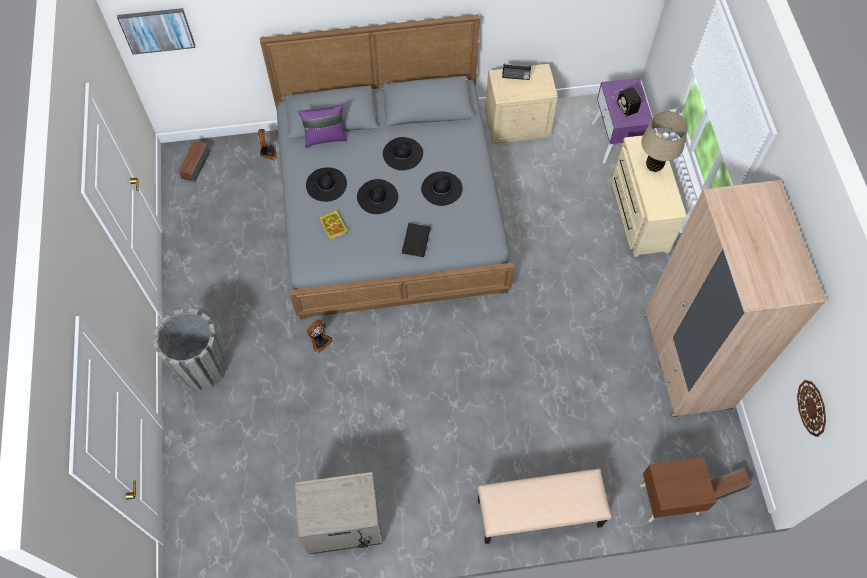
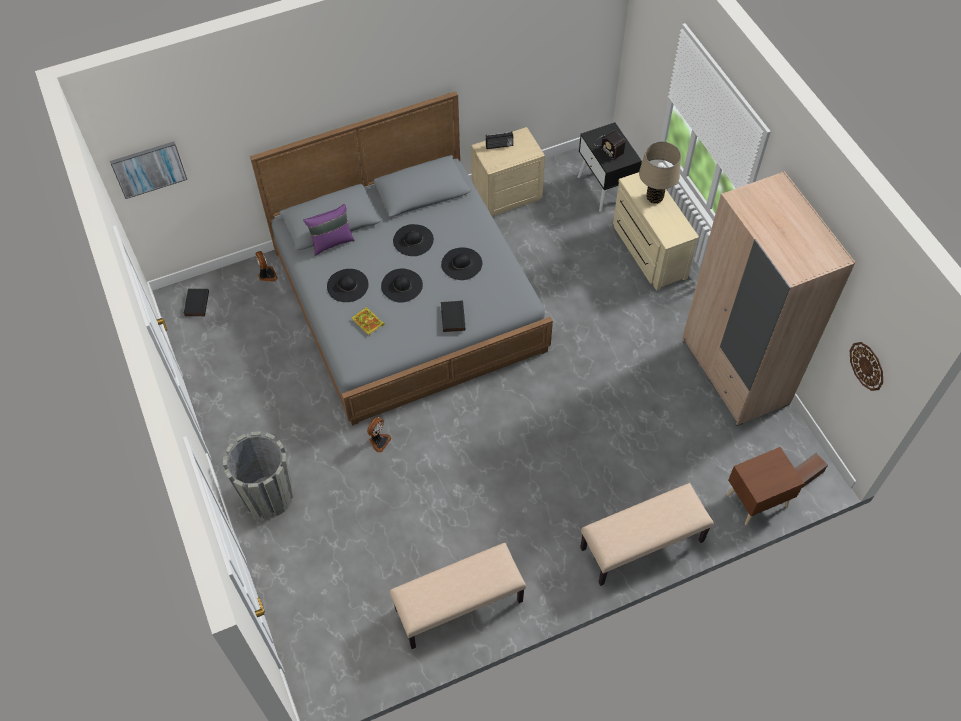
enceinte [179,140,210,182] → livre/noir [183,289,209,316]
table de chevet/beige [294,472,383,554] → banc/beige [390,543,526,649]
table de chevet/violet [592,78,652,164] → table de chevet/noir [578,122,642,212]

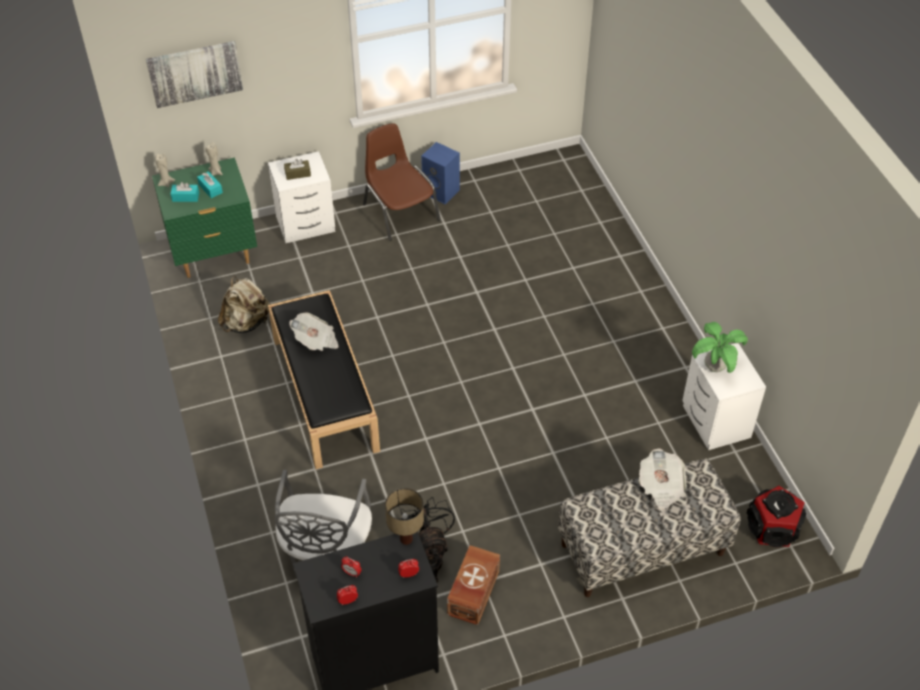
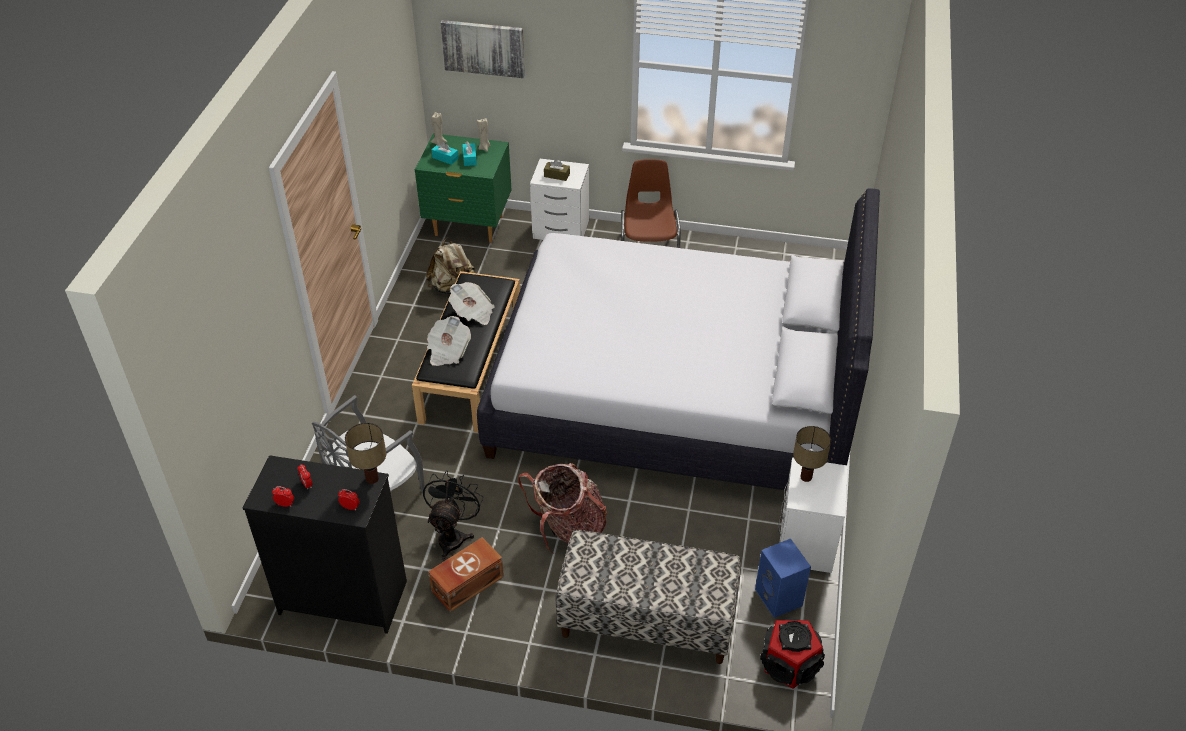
- → lit/blanc [477,188,880,491]
- → sac à dos [518,463,607,554]
enceinte/bleu [421,142,460,204] → enceinte/bleu [755,539,811,618], relocated
journal [639,448,686,510] → journal [427,316,471,366], relocated
plante en pot [692,322,748,373] → lampe de table [793,426,831,482]

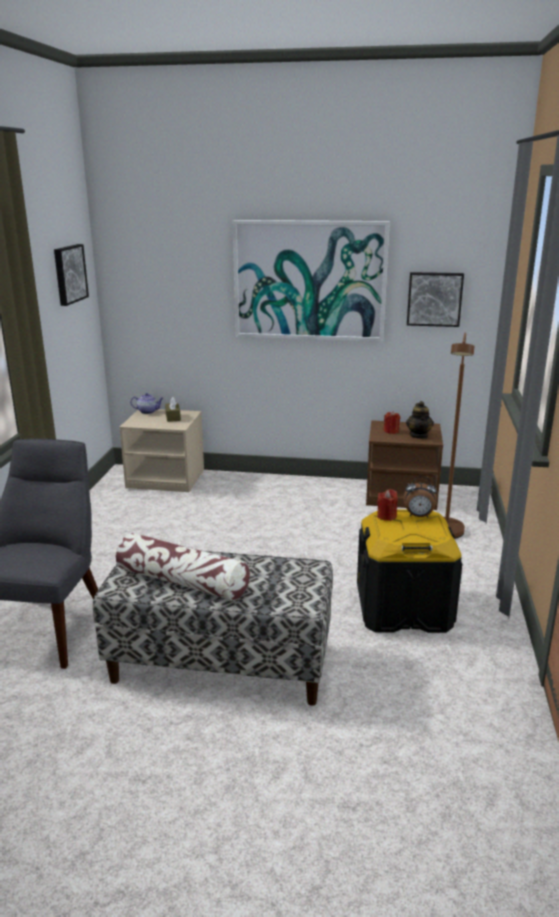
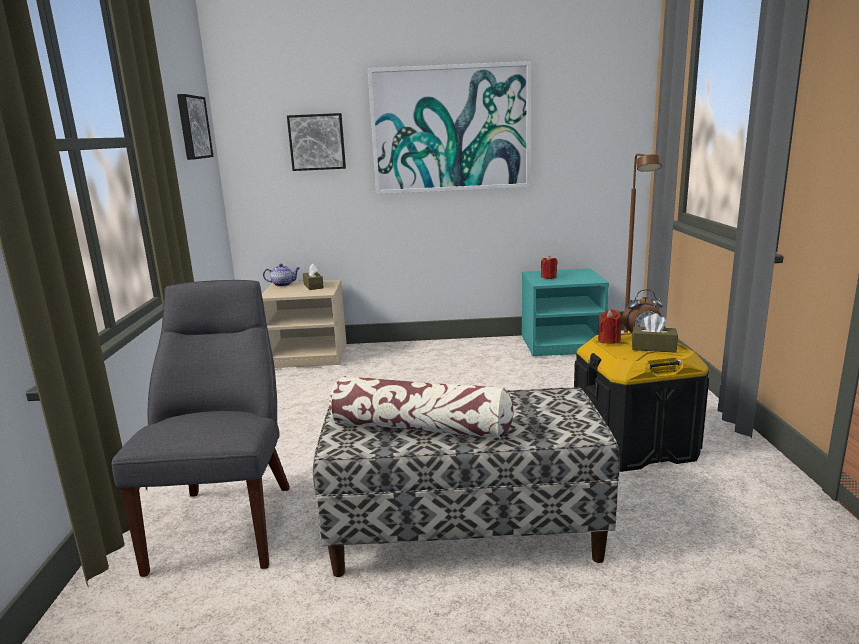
théière [406,401,434,439] → -
- → boîte à mouchoirs/marron [632,313,678,353]
tableau [407,272,464,327] → tableau [287,113,346,171], relocated
table de chevet/marron [366,420,443,510] → table de chevet/turquoise [522,268,609,356]

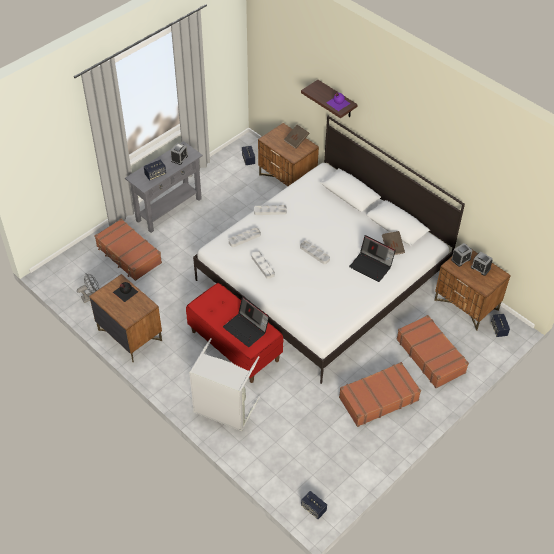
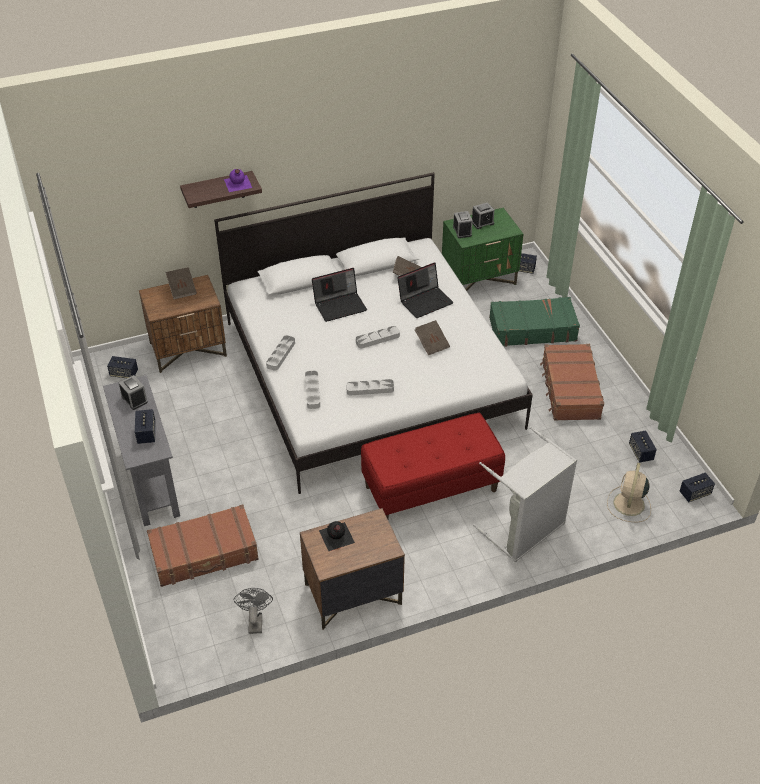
- → livre/marron [415,320,450,355]
- → ventilateur/beige [607,463,651,522]
- → enceinte [629,431,657,463]
ordinateur portable [223,296,269,347] → ordinateur portable [312,268,367,322], relocated
valise/marron [396,315,469,388] → valise/vert [489,297,580,346]
table de chevet/marron [434,250,511,331] → table de chevet/vert [442,208,523,291]

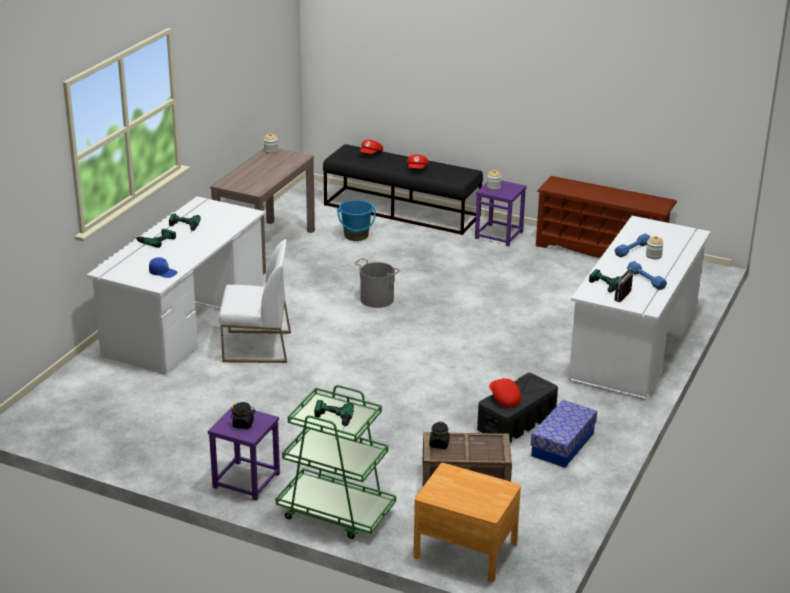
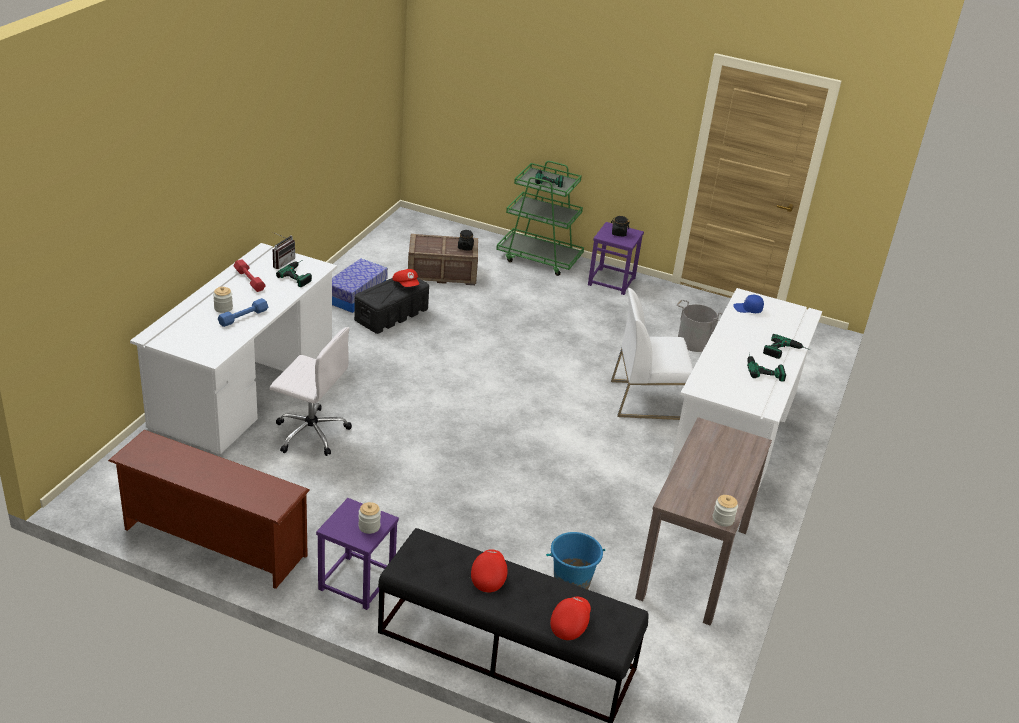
table de chevet/marron [413,463,521,582] → -
- → chaise de bureau/blanc [270,327,352,456]
seau/gris [354,258,400,308] → seau/gris [677,300,723,352], relocated
haltère/bleu [627,261,667,290] → haltère/rouge [234,259,266,292]

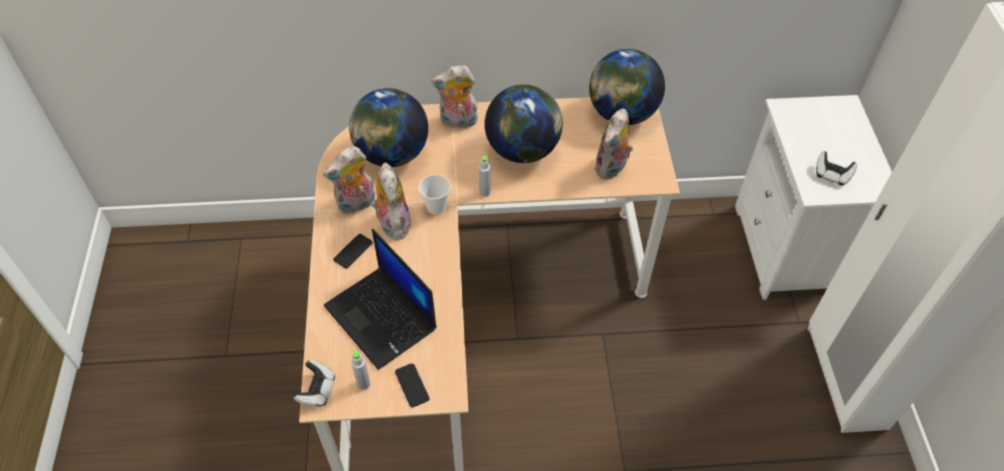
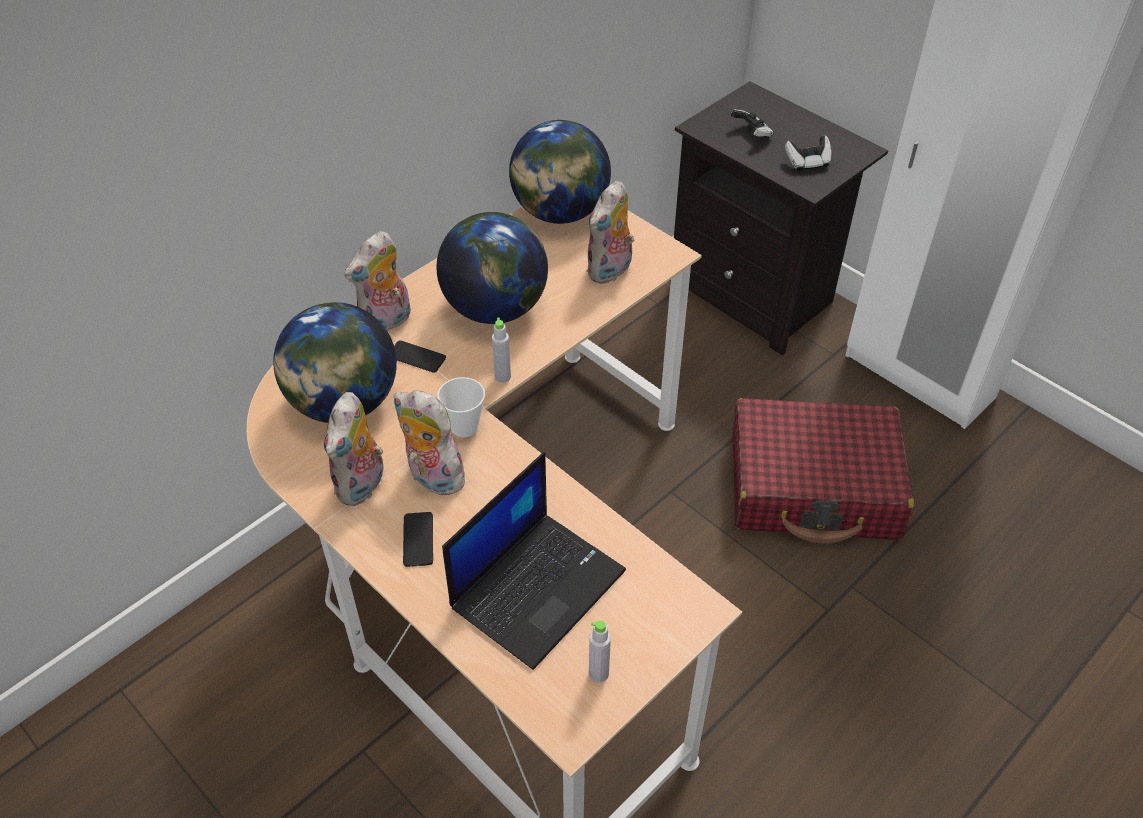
- → valise/rouge [732,398,915,544]
manette [294,360,335,407] → manette [730,109,773,138], relocated
téléphone [395,363,429,407] → téléphone [394,340,446,373], relocated
table de chevet/blanc [735,95,892,300] → table de chevet/noir [670,81,888,355]
ordinateur portable [324,229,436,370] → ordinateur portable [442,452,626,670], 60 degrees counterclockwise
peluche [594,108,633,180] → peluche [586,181,639,284], 45 degrees clockwise

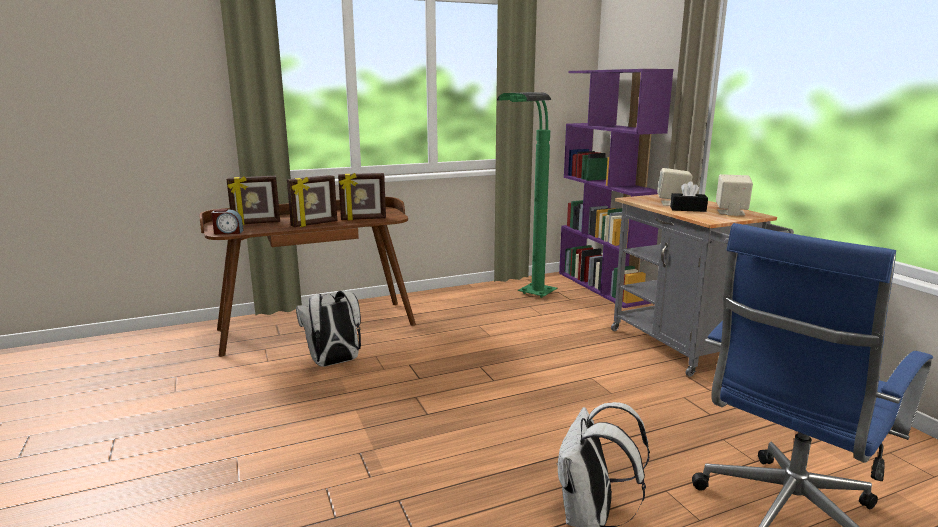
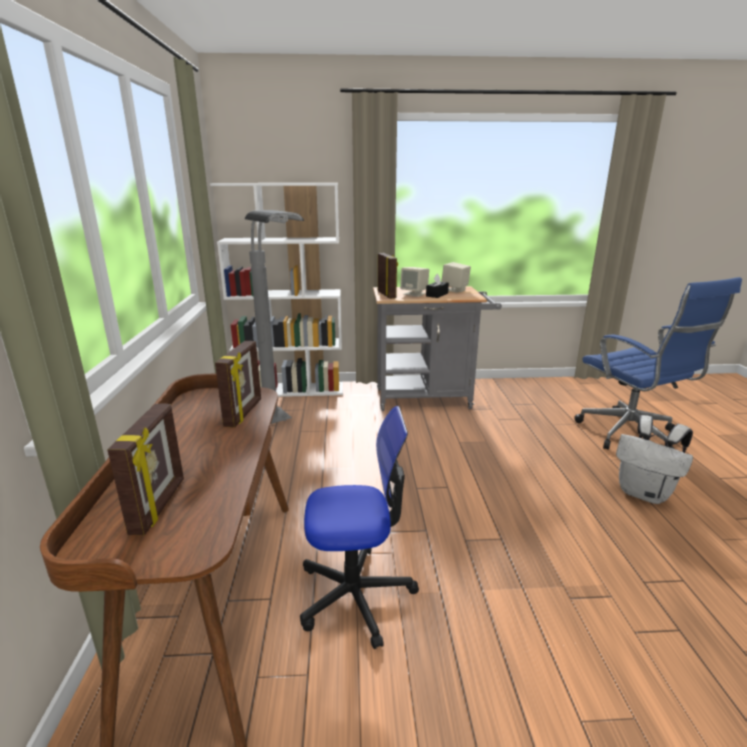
réveil [211,209,243,234] → -
cadre photo [287,175,337,227] → cadre photo [378,253,398,299], relocated
sac à dos/blanc [296,290,361,367] → chaise de bureau [300,406,419,649]
lampadaire/vert [496,92,557,298] → lampadaire/gris [245,210,304,424]
bibliothèque/violet [559,69,674,308] → bibliothèque/blanc [210,183,343,397]

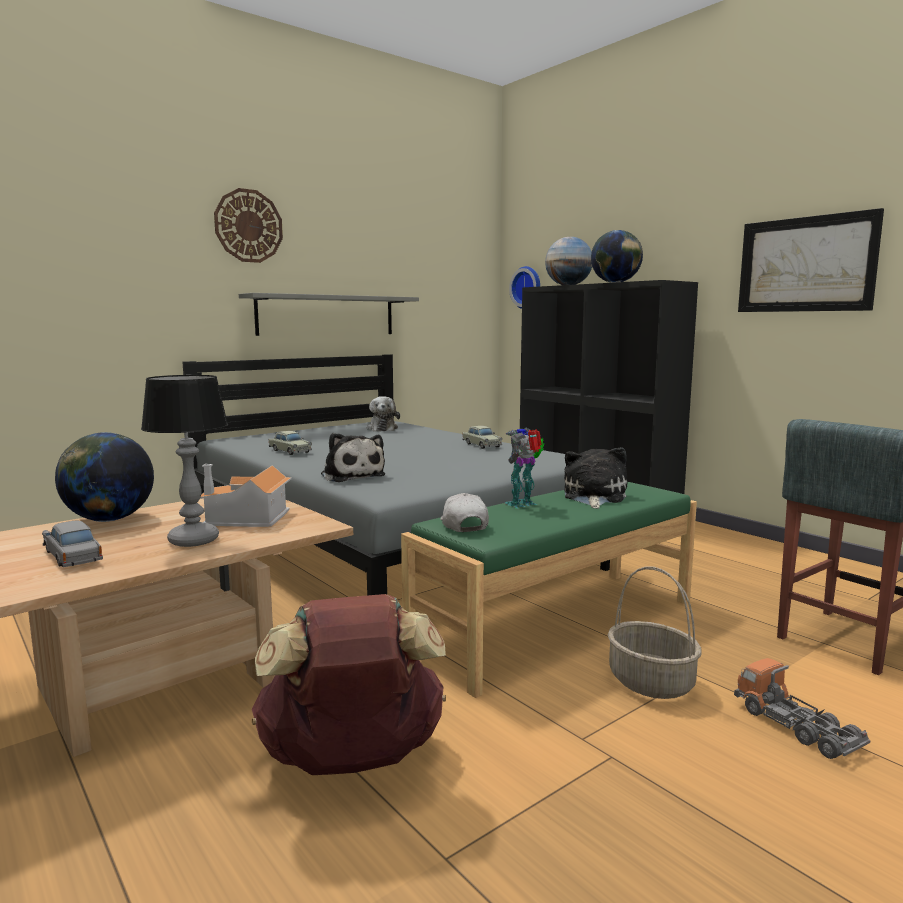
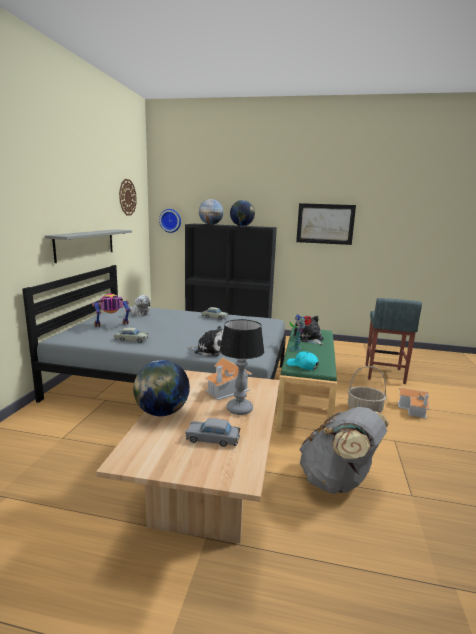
- → robot jouet [92,294,131,327]
horloge murale [214,188,283,263] → horloge murale [119,179,137,215], relocated
camion jouet [734,658,871,759] → maison miniature [398,387,430,419]
sac à dos/marron [252,594,446,775] → sac à dos/gris [299,407,389,494]
casquette/blanc [440,493,489,532] → casquette/turquoise [287,351,319,370]

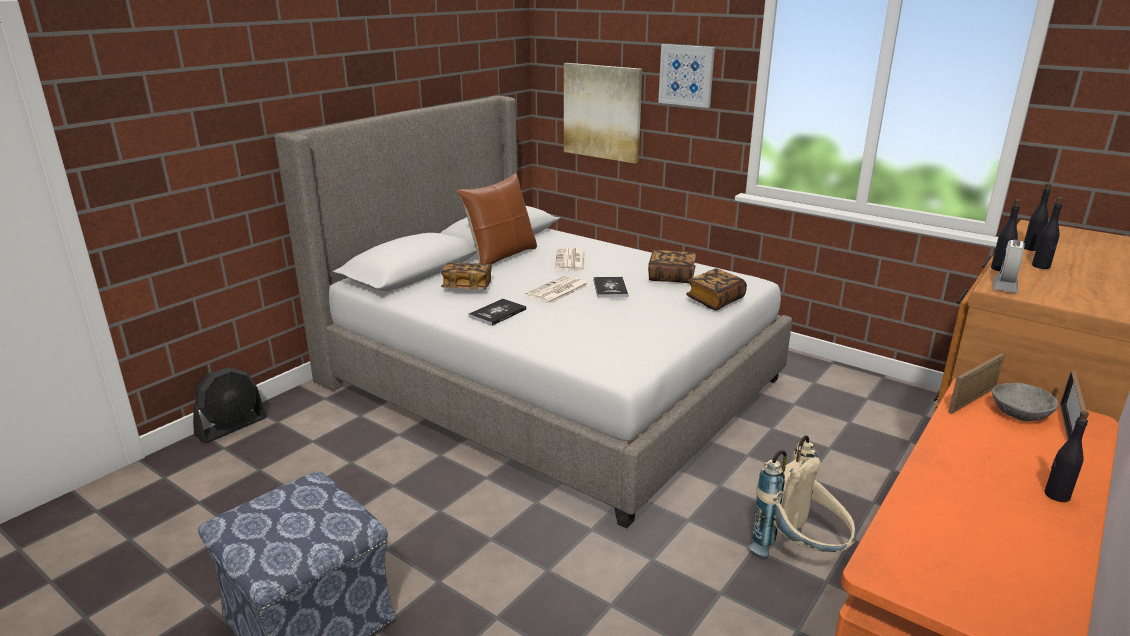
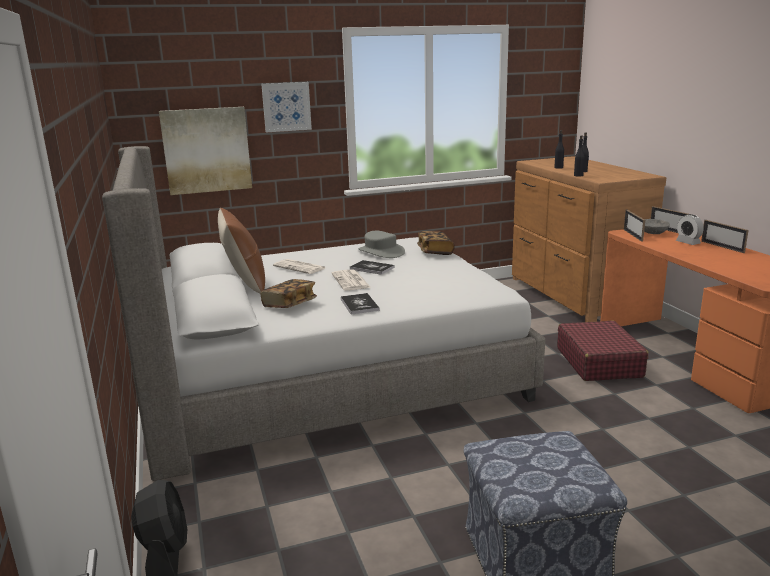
réveil [993,239,1025,293] → réveil [676,214,704,245], relocated
livre [648,250,696,283] → chapeau/gris [358,231,405,258]
sac à dos/beige [748,436,856,557] → valise/rouge [557,320,649,381]
bouteille/noir [1045,411,1089,502] → cadre photo [701,220,749,253]

